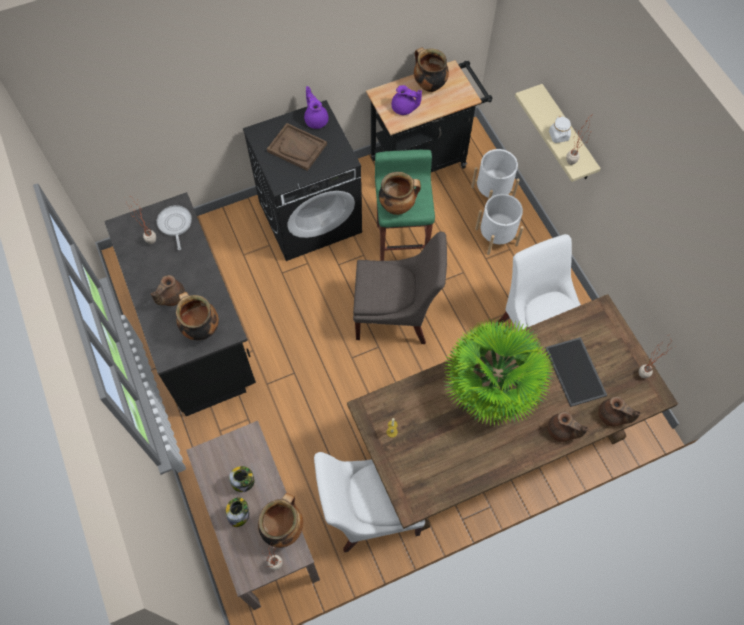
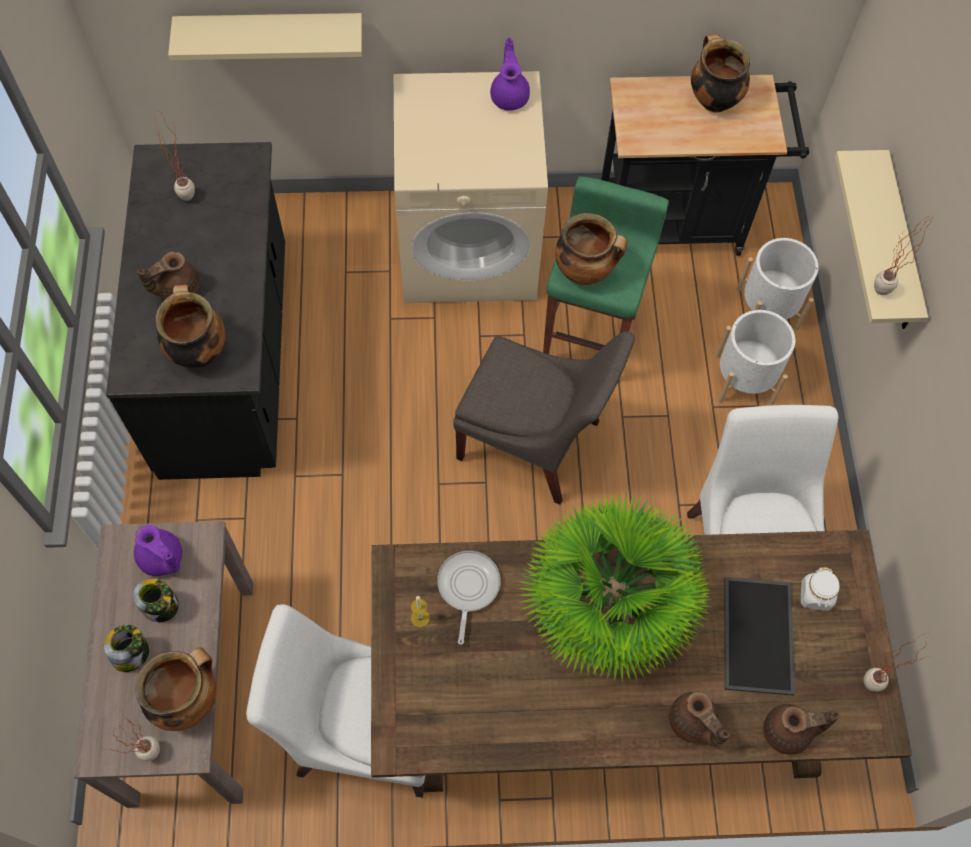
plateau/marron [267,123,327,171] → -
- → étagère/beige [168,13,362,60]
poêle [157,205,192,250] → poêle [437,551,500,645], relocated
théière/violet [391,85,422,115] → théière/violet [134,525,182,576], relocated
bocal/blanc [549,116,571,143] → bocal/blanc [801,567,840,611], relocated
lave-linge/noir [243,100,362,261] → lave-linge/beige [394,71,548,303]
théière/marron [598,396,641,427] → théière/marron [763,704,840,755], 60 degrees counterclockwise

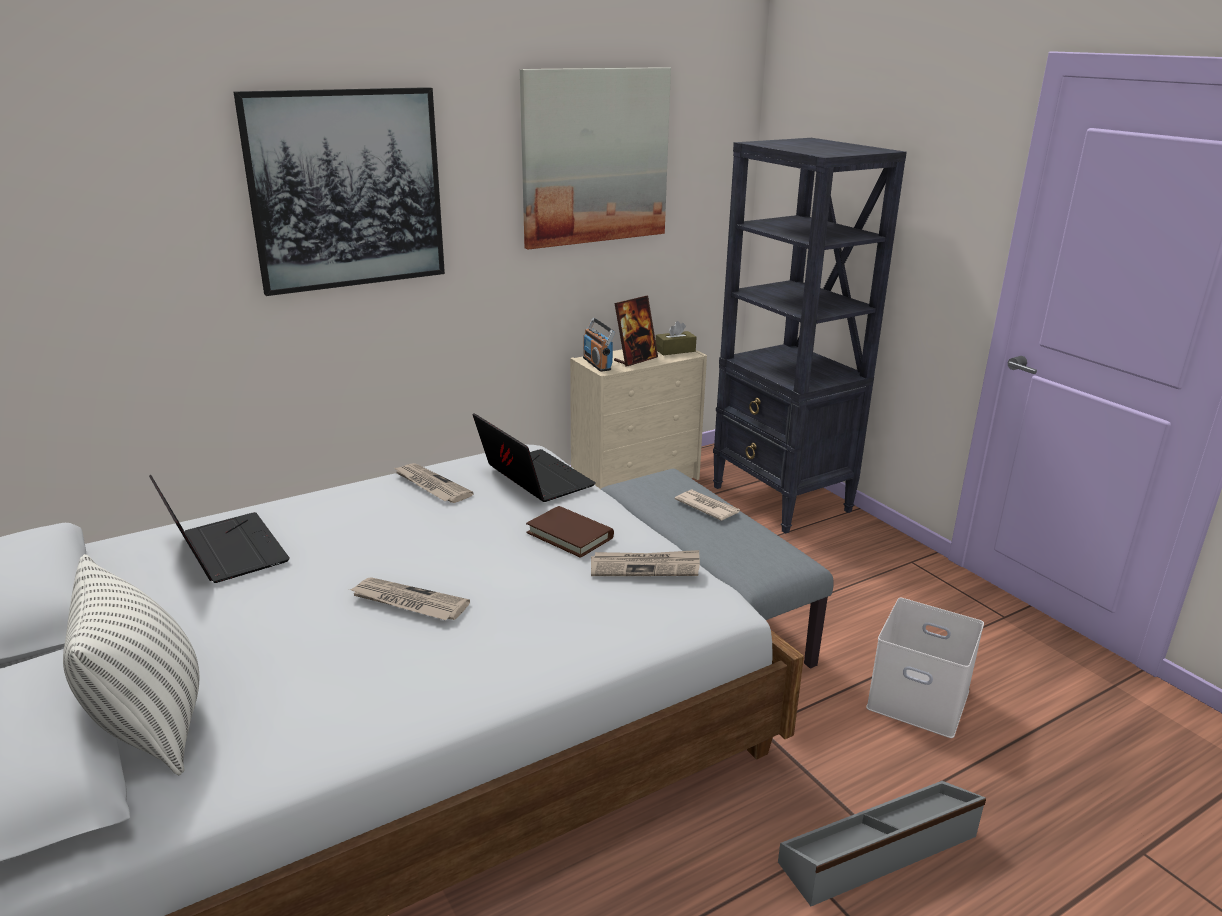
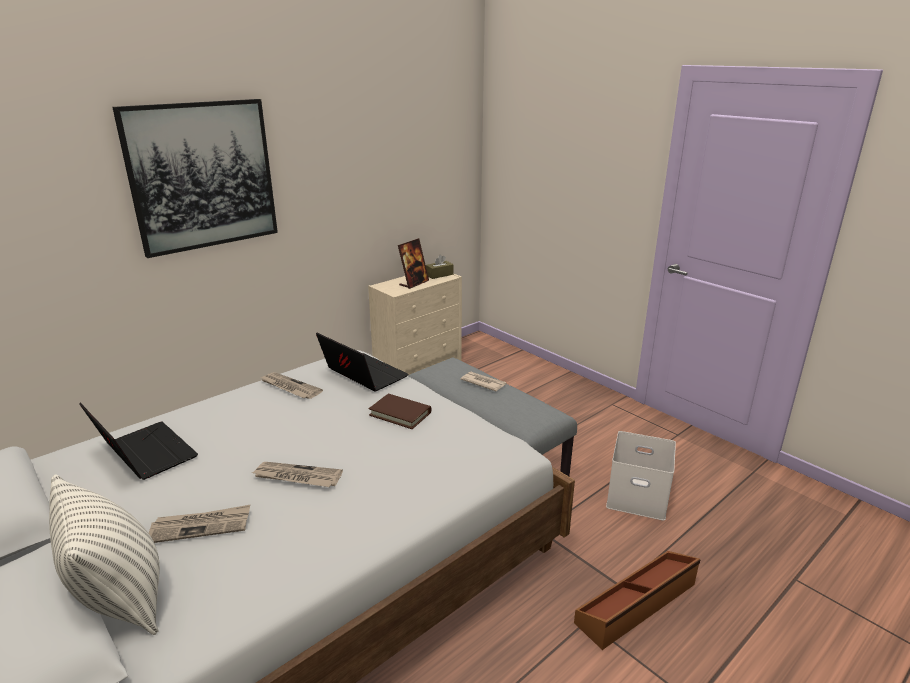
tableau [520,67,671,250] → -
radio [583,318,615,372] → -
bibliothèque/noir [713,138,907,534] → -
journal [591,550,700,576] → journal [149,505,250,543], relocated
boîte de rangement/gris [778,781,986,906] → boîte de rangement/marron [574,551,701,650]

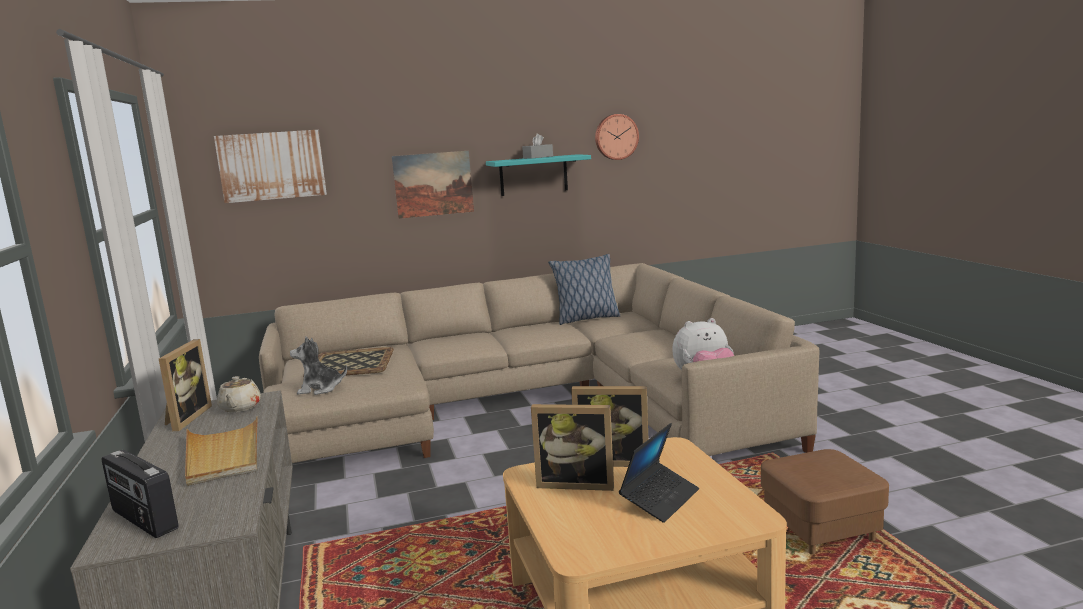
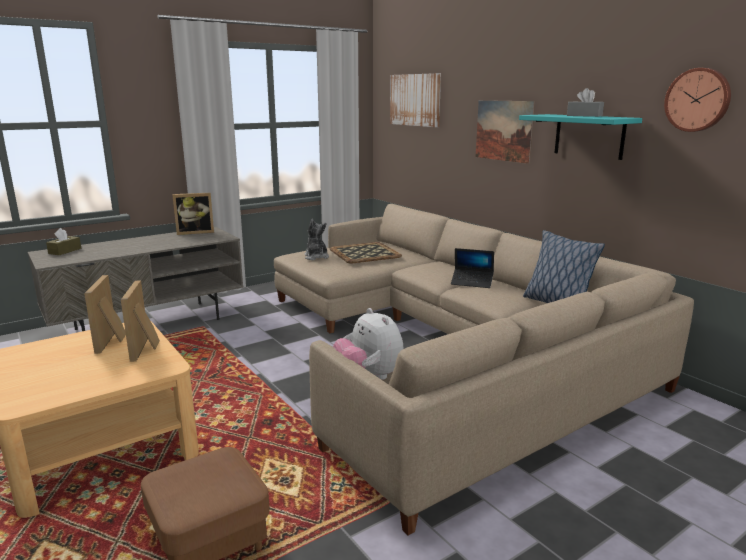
plateau/beige [185,416,258,486] → -
théière/beige [217,376,261,412] → -
ordinateur portable [619,423,699,523] → ordinateur portable [451,248,494,288], relocated
radio [102,450,179,538] → boîte à mouchoirs/marron [46,228,81,255]

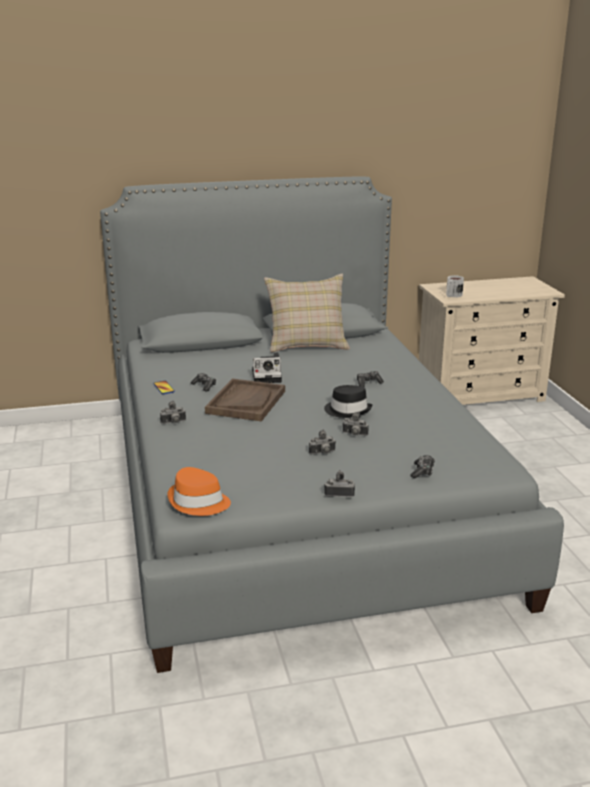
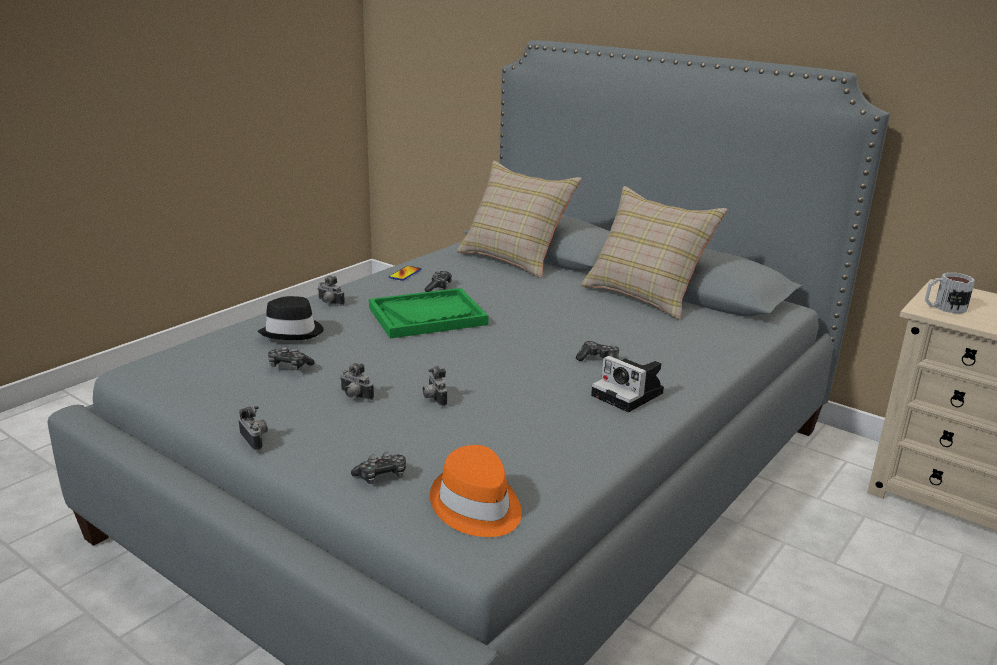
- → manette [268,347,315,370]
- → coussin/beige [457,161,582,278]
chapeau/orange [167,467,231,516] → chapeau/orange [430,445,522,537], relocated
appareil photo [252,352,282,383] → appareil photo [591,356,664,412], relocated
chapeau/noir [324,385,372,418] → chapeau/noir [258,296,324,340], relocated
plateau/marron [205,378,285,422] → plateau/vert [369,288,489,338]

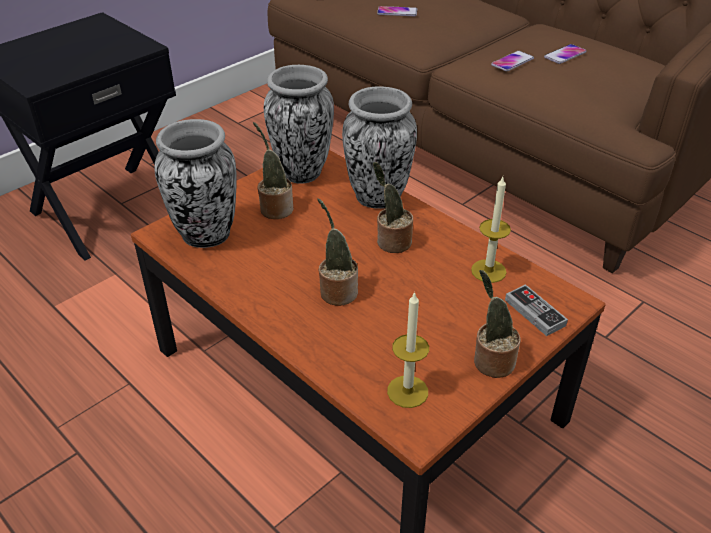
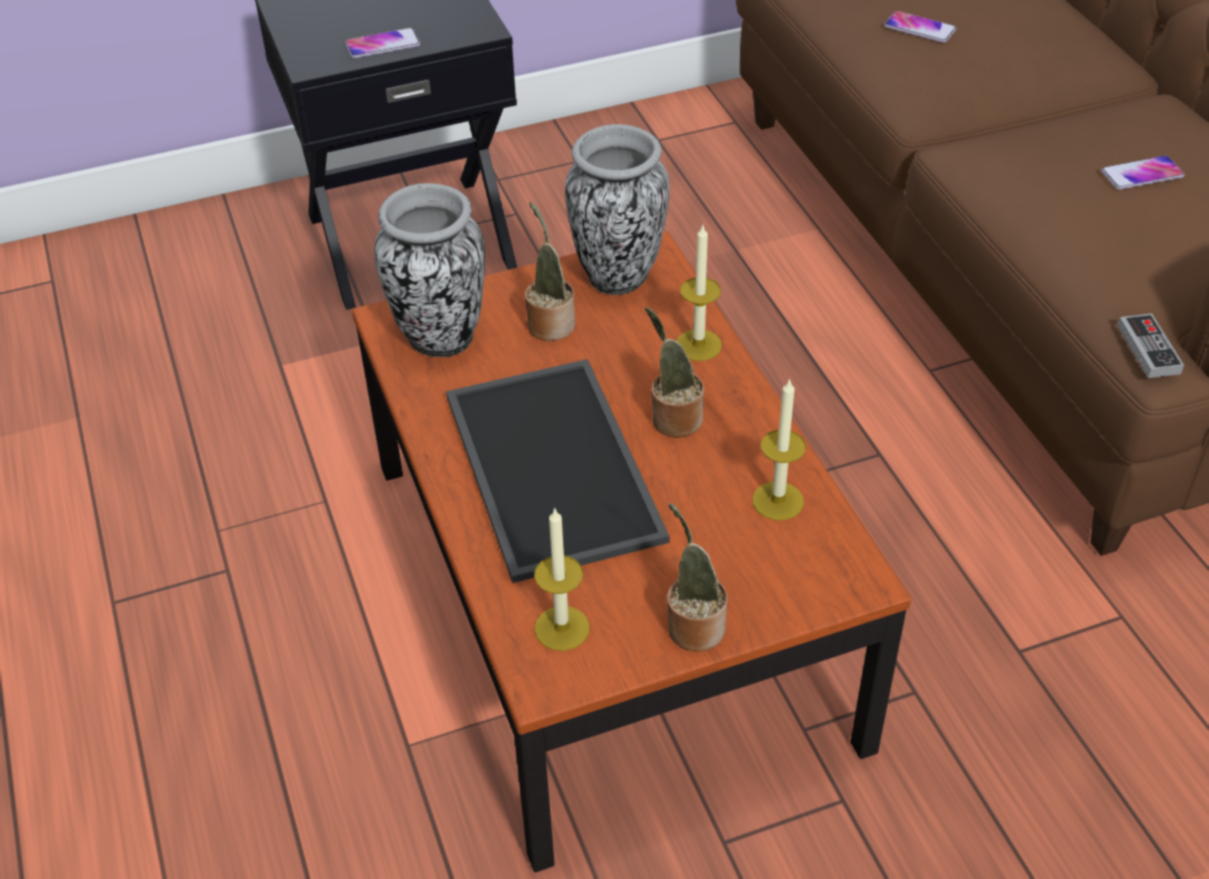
téléphone [491,51,534,71] → téléphone [345,28,420,58], relocated
manette [505,284,568,336] → manette [1117,314,1184,378], relocated
plante en pot [318,198,358,306] → plateau [446,359,670,583]
vase [342,86,417,209] → bougie [677,226,722,361]

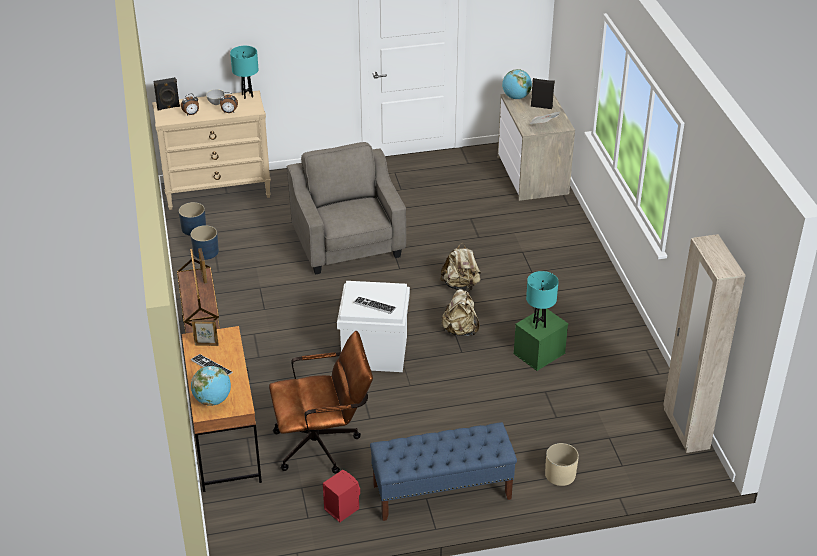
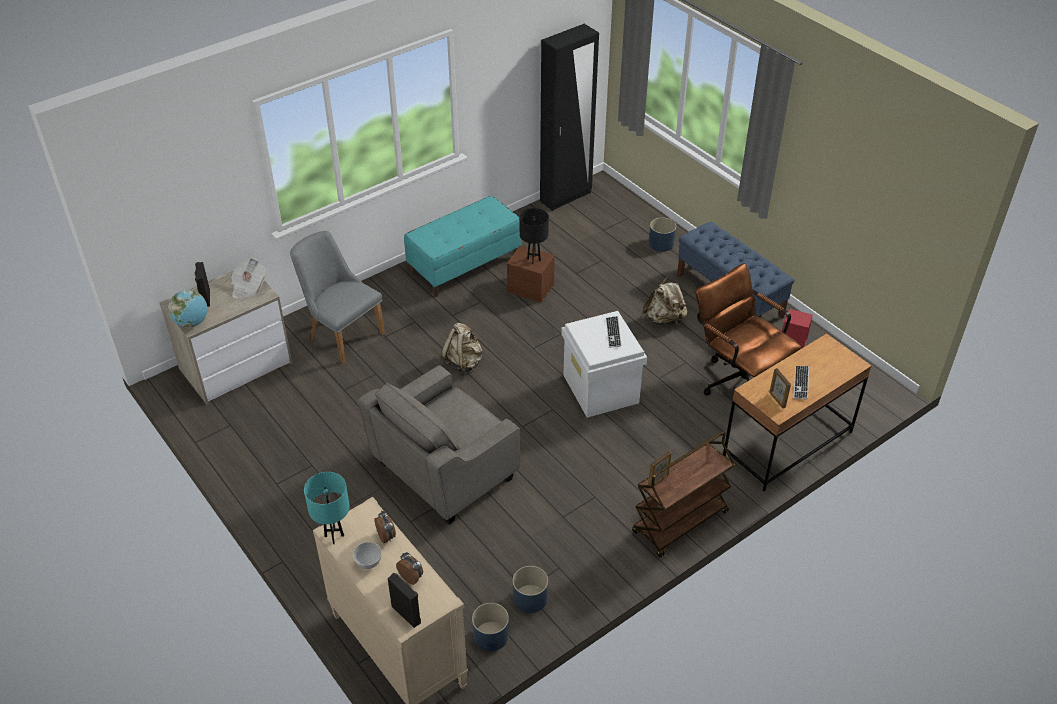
globe [191,366,231,406] → -
- → chaise/gris [290,231,385,364]
- → banc/turquoise [404,196,522,297]
sac à dos/beige [441,289,479,336] → sac à dos/beige [643,277,688,326], relocated
boîte de rangement/vert [513,309,568,371] → boîte de rangement/marron [506,245,555,303]
lampe de table/turquoise [526,271,559,329] → lampe de table/noir [519,208,549,264]
cache-pot/beige [545,443,579,486] → cache-pot/bleu [649,217,676,252]
armoire/beige [663,234,746,453] → armoire/noir [540,24,599,211]

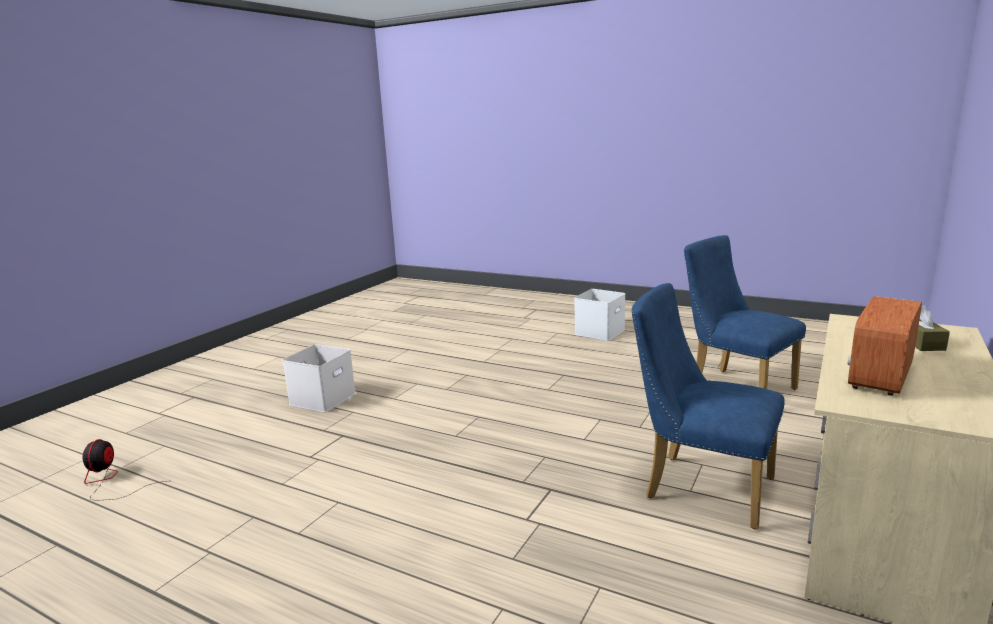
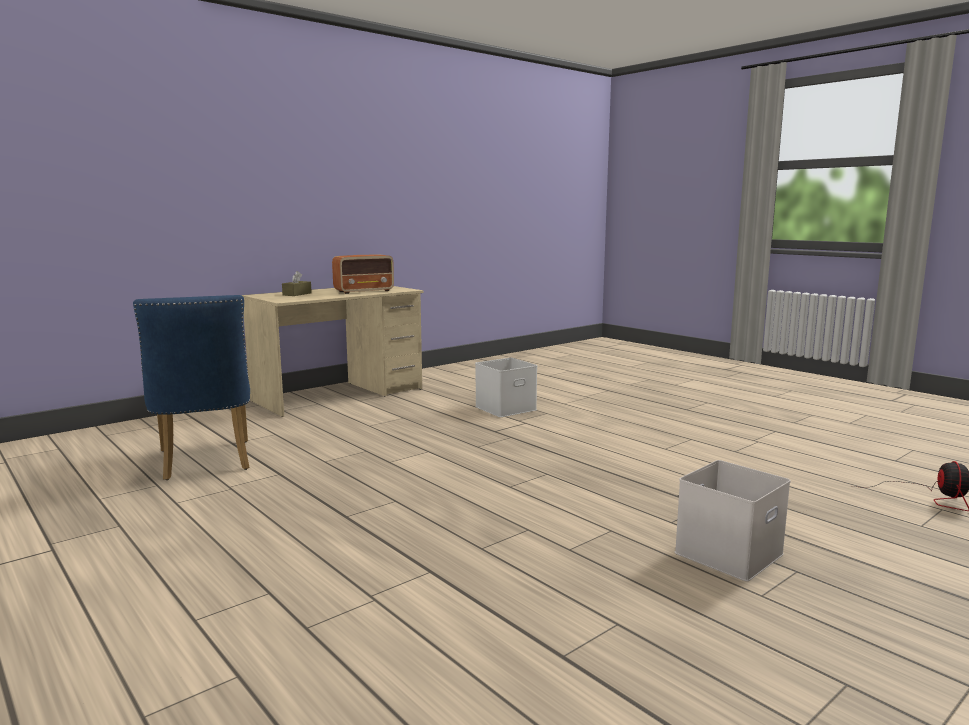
chaise/bleu [631,283,785,529] → -
boîte de rangement/blanc [574,289,625,341] → boîte de rangement/blanc [475,358,537,417], relocated

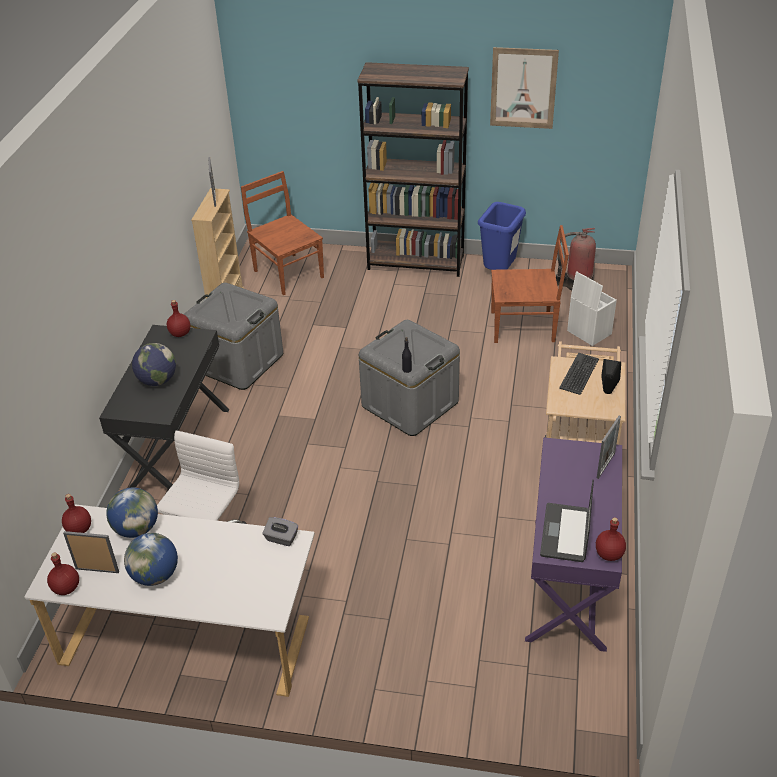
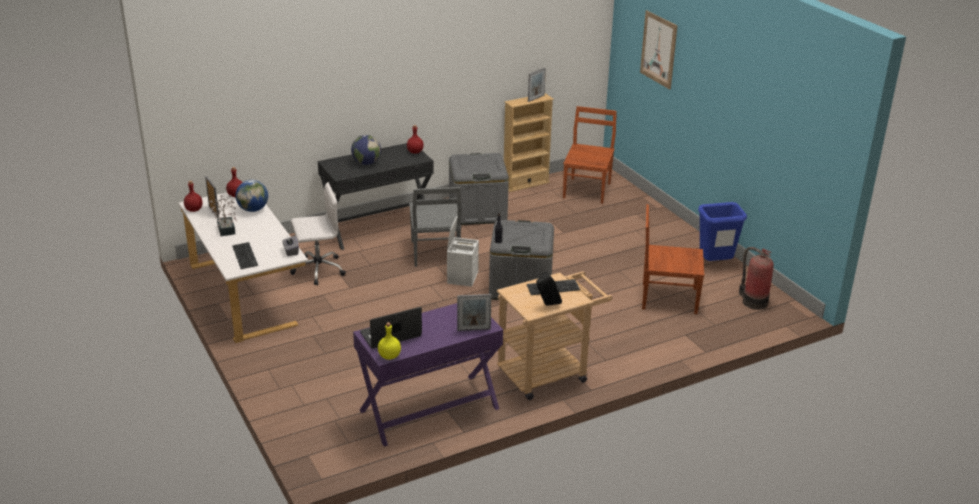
bibliothèque/marron [357,62,469,277] → -
- → clavier [232,242,258,269]
- → chaise/gris [409,187,462,267]
tableau [490,47,559,129] → tableau [640,11,677,90], relocated
boîte de rangement/blanc [567,271,617,346] → boîte de rangement/blanc [447,216,479,287], relocated
globe [124,533,178,586] → plante en pot [209,195,238,236]
bouteille/rouge [596,517,626,561] → bouteille/jaune [378,322,401,360]
chaise/marron [491,225,569,343] → chaise/marron [642,204,704,314], 135 degrees clockwise

